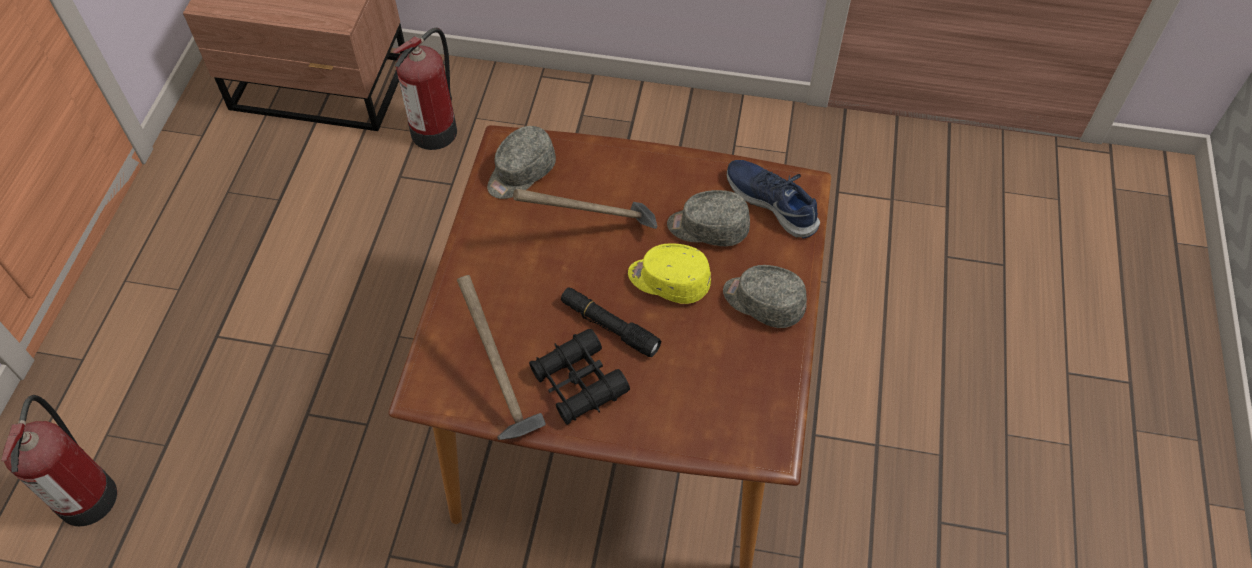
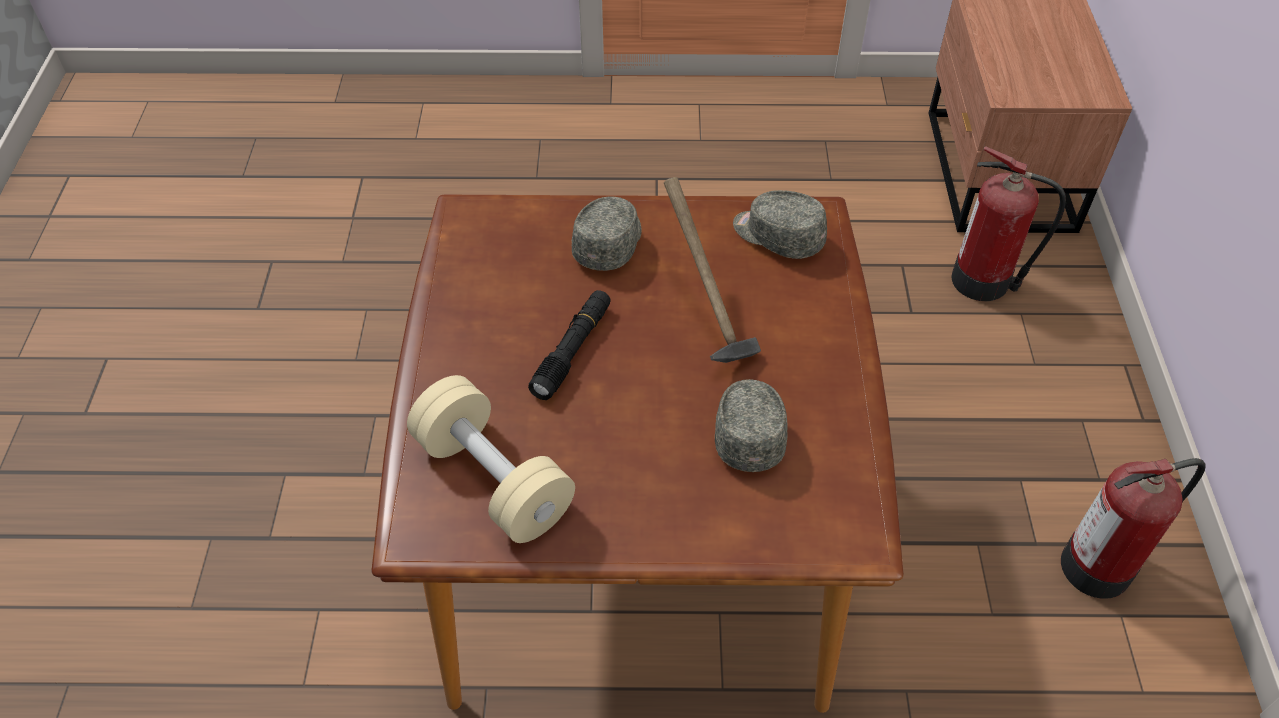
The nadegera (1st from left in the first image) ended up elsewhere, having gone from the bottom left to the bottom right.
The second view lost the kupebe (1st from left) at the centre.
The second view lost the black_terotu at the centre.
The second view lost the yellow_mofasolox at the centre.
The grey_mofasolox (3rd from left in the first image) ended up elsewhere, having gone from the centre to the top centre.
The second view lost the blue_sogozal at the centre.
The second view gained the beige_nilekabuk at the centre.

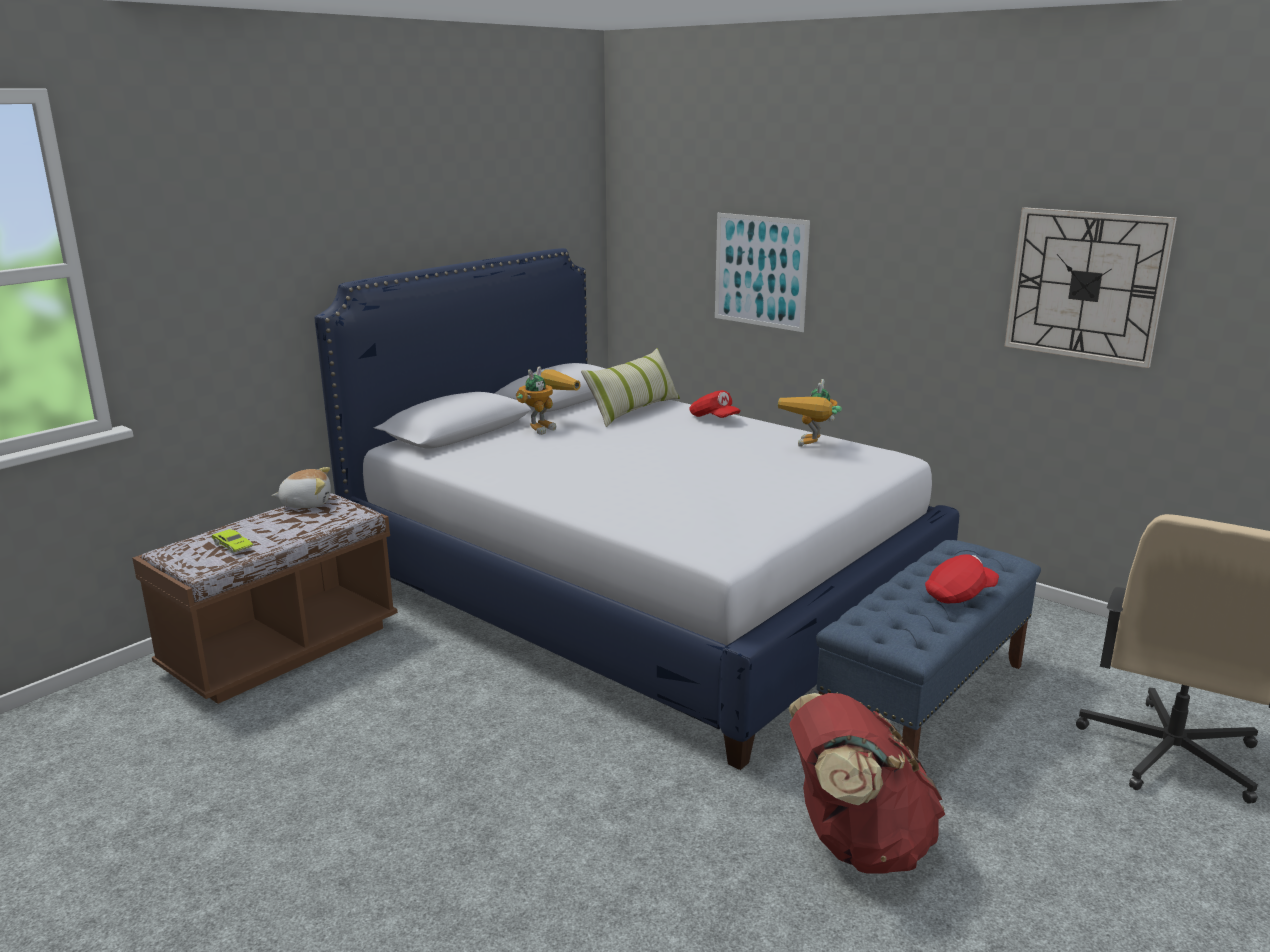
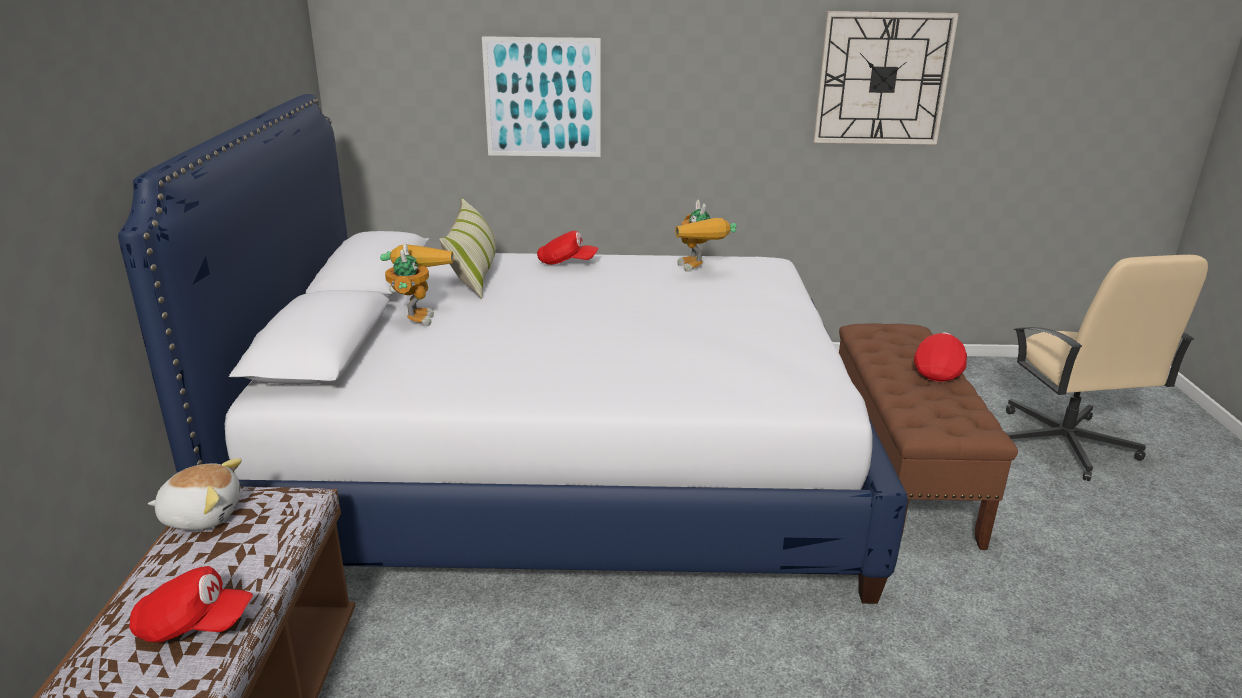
Where the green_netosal stood at the middle left, the red_mofasolox (1st from left) came to stand at the bottom left.
The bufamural at the middle left ended up facing another way, 45 degrees clockwise from before.
The second view lost the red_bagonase at the bottom right.
What was the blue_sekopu at the bottom right turned into the brown_sekopu (2nd from left) at the middle right.

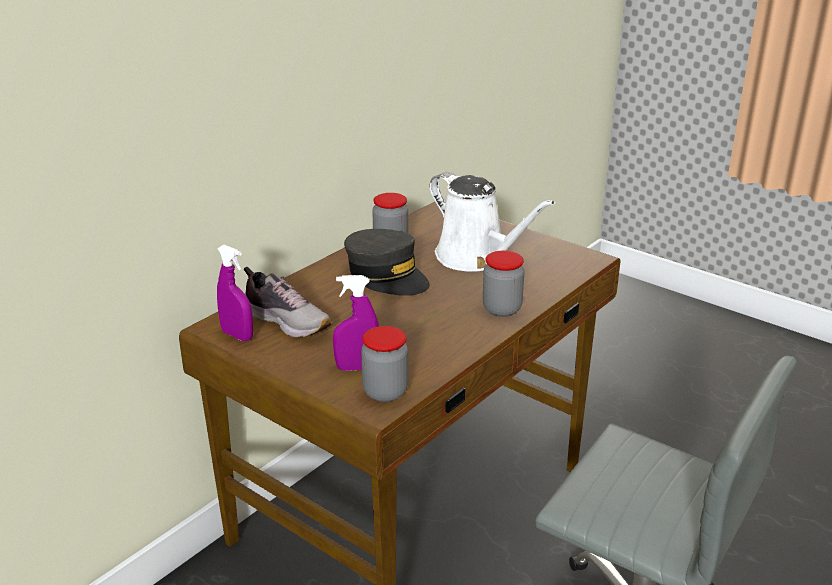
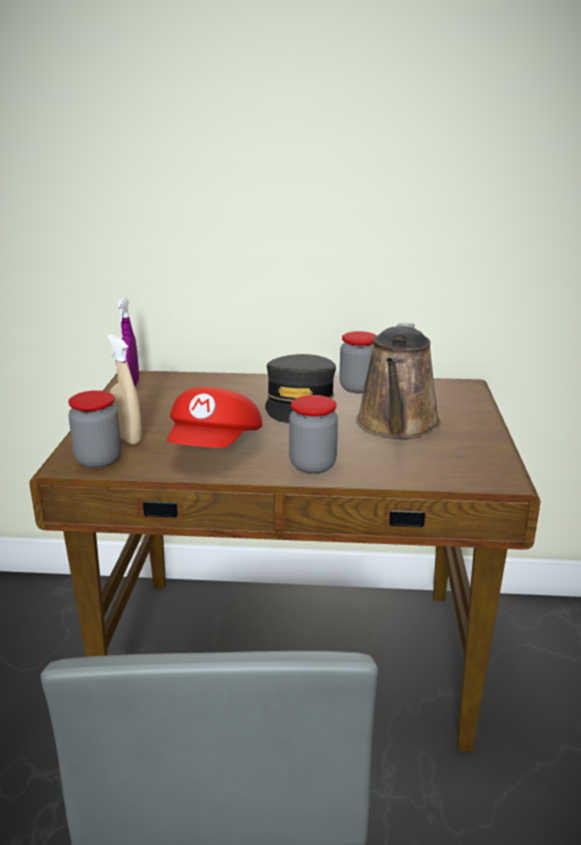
The second view lost the sogozal at the centre.
What was the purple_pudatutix (2nd from left) at the centre turned into the beige_pudatutix at the middle left.
What was the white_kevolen at the centre turned into the brown_kevolen at the middle right.
The second view gained the red_mofasolox at the centre.

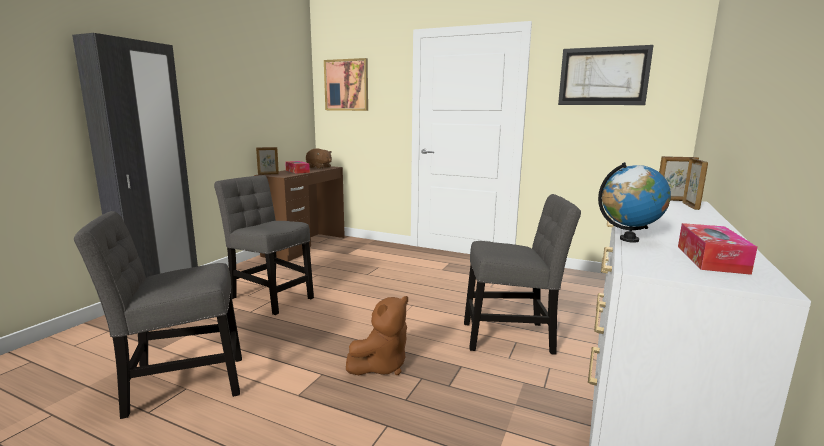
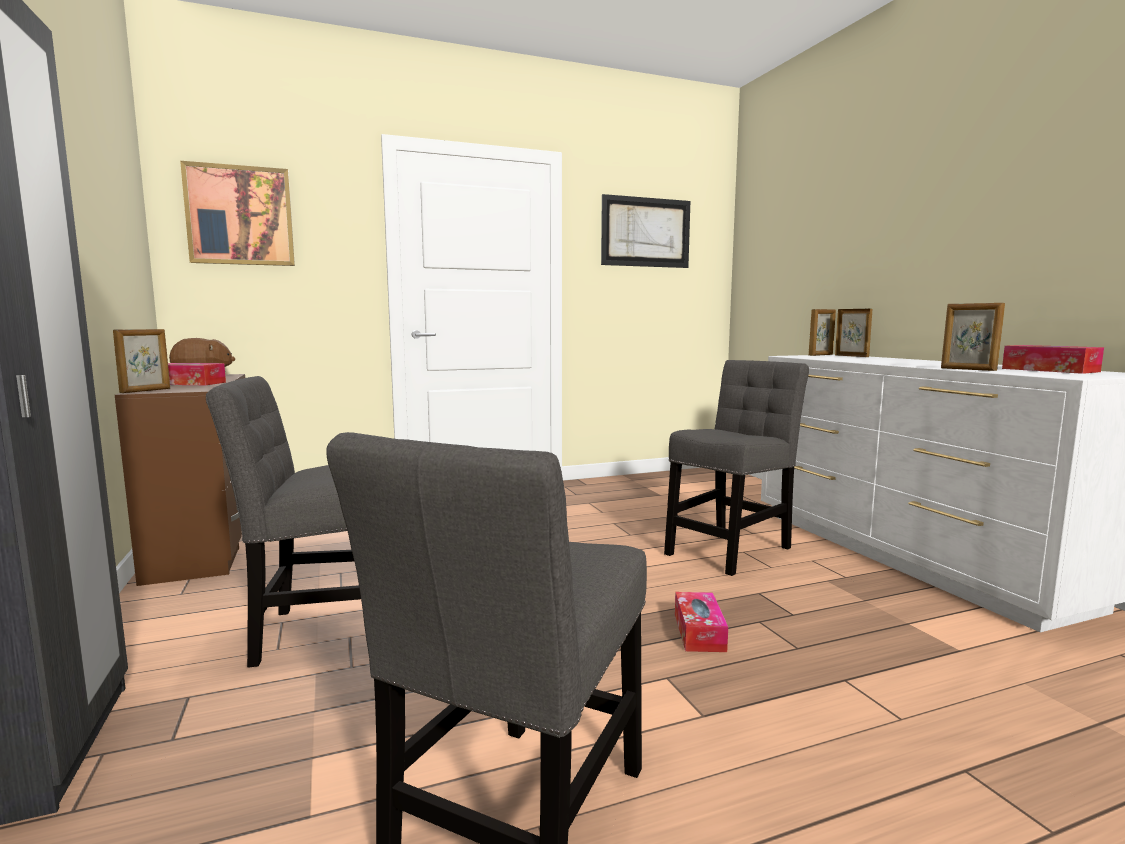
Where the brown_bufamural (2nd from left) stood at the bottom centre, the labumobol (2nd from left) came to stand at the bottom centre.
Where the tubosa stood at the middle right, the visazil (4th from left) came to stand at the middle right.

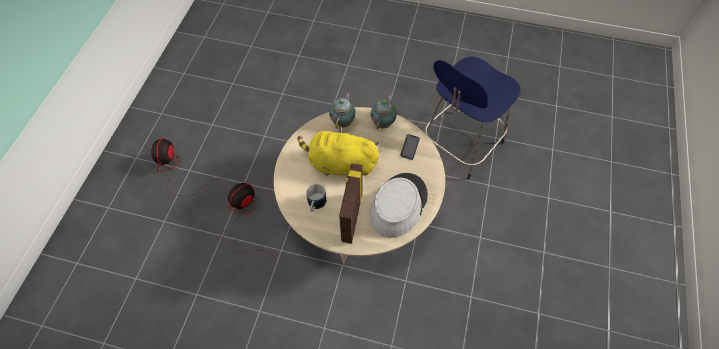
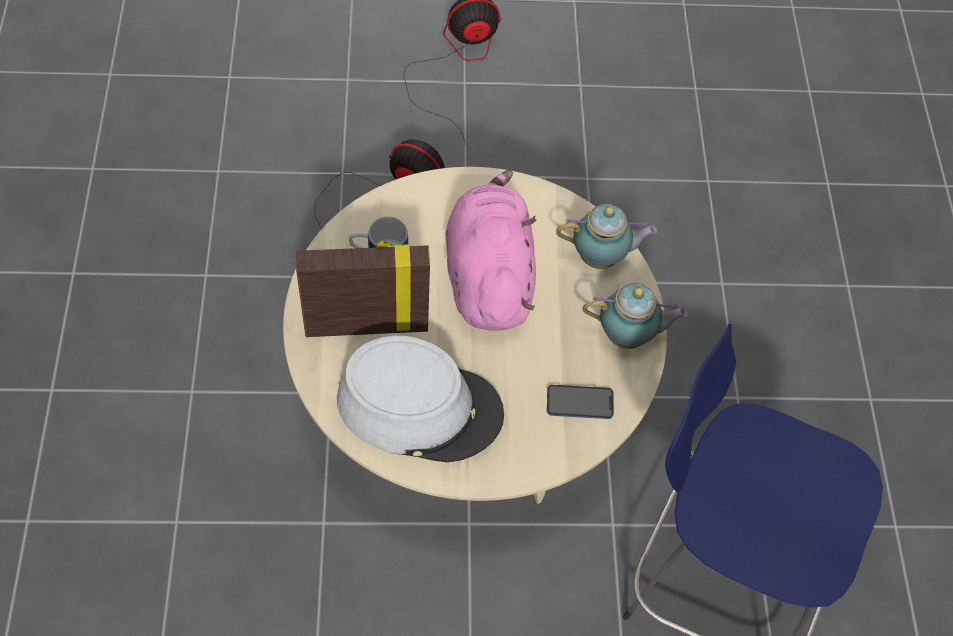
What was the yellow_bufamural at the centre turned into the pink_bufamural at the centre.

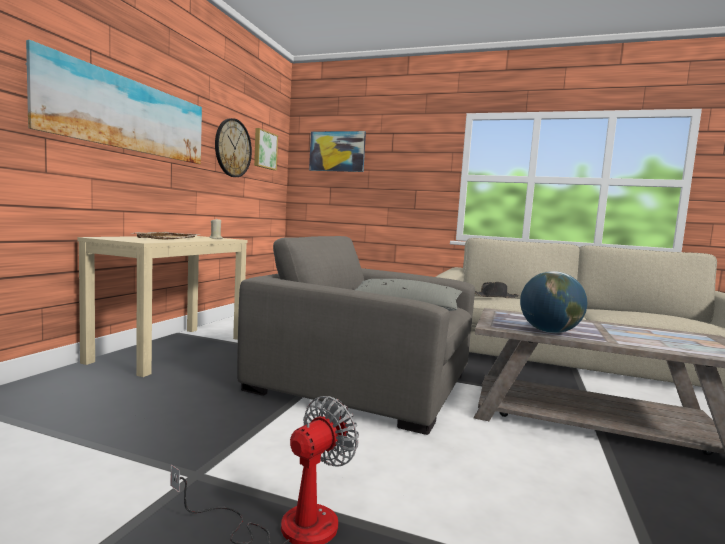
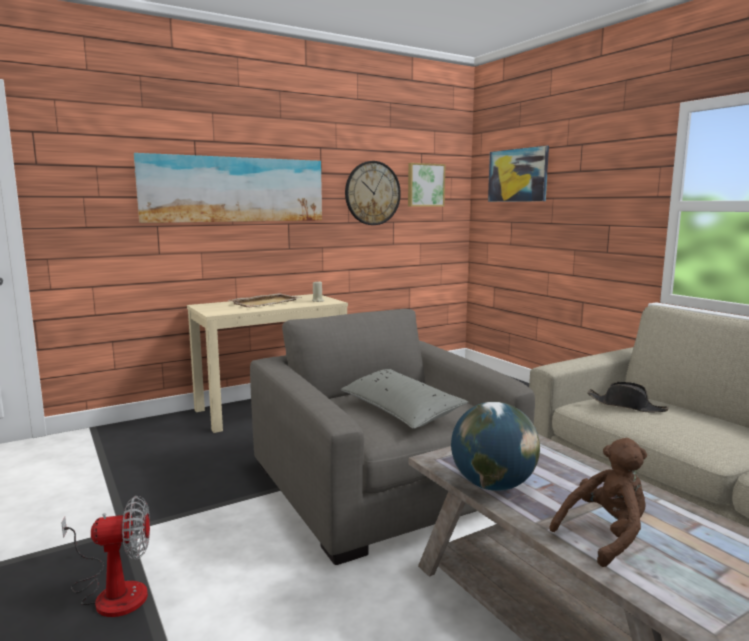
The second view gained the brown_bufamural at the bottom right.

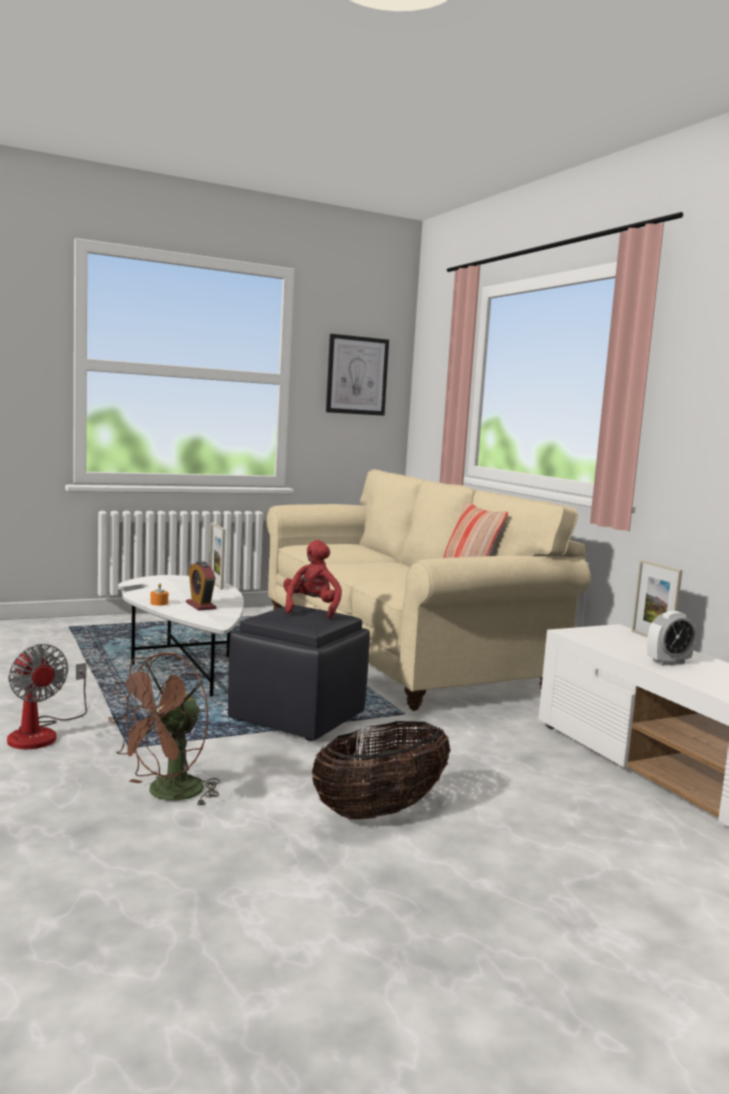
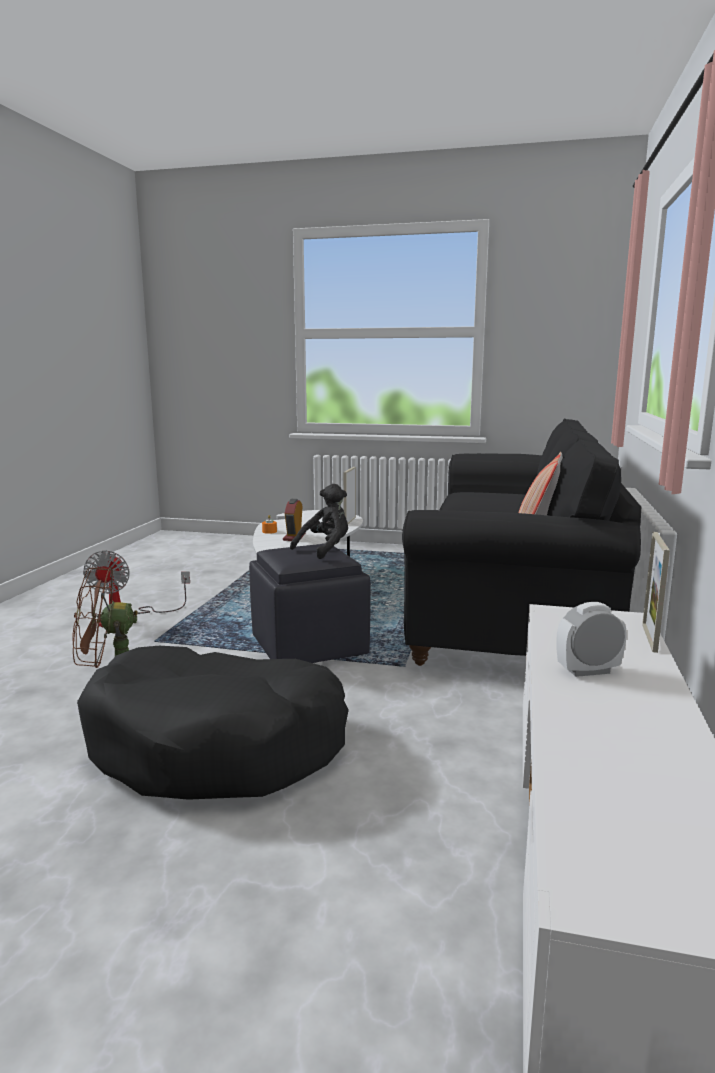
What was the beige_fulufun at the centre turned into the black_fulufun at the middle right.
What was the red_bufamural at the centre turned into the black_bufamural at the centre.
Where the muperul stood at the bottom centre, the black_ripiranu came to stand at the bottom left.
The second view lost the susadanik at the centre.
The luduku (2nd from left) at the middle right ended up facing another way, 150 degrees clockwise from before.

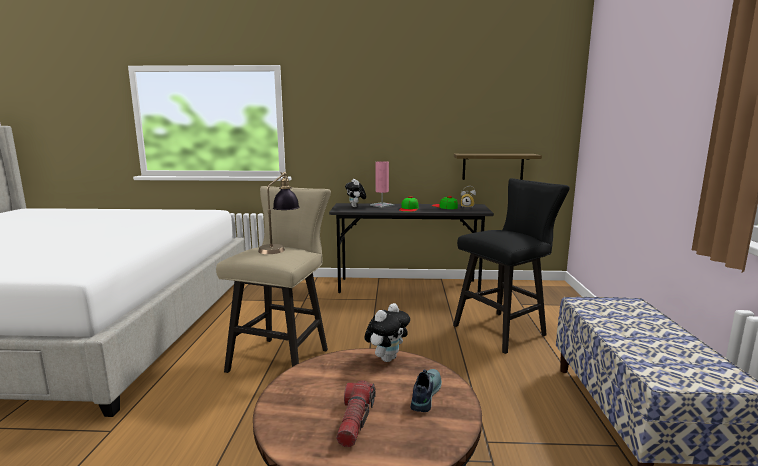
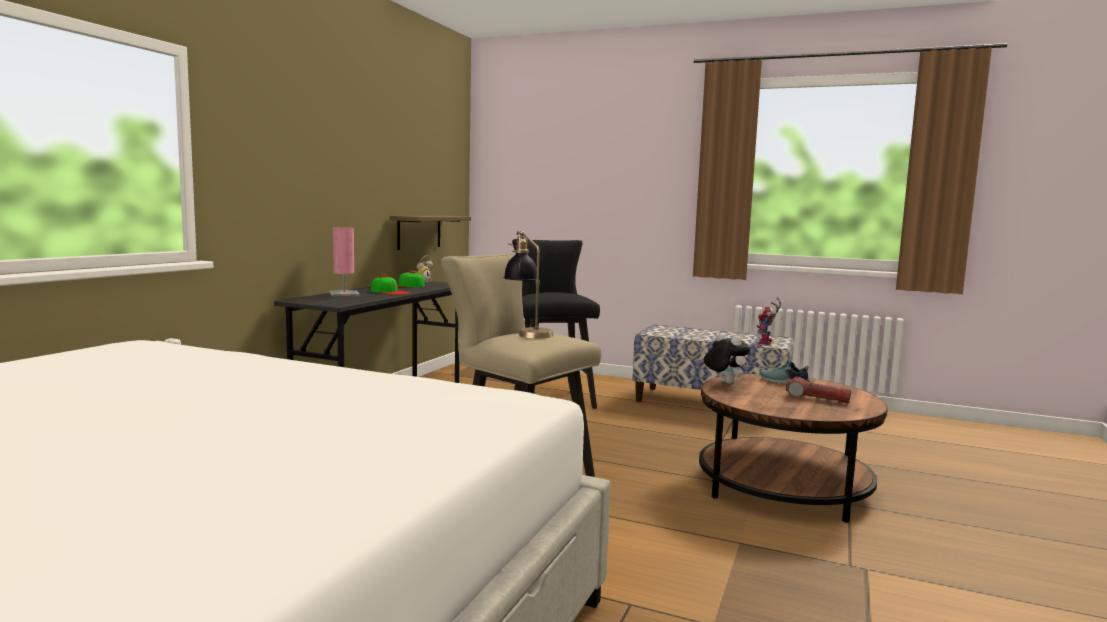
The second view lost the bufamural (1st from left) at the centre.
The second view gained the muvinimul at the middle right.

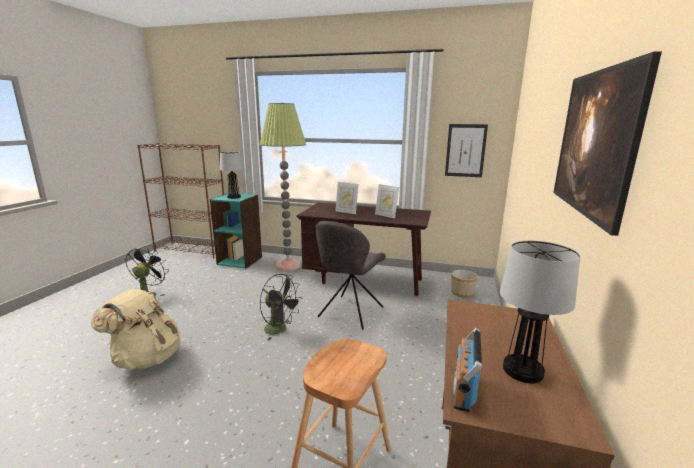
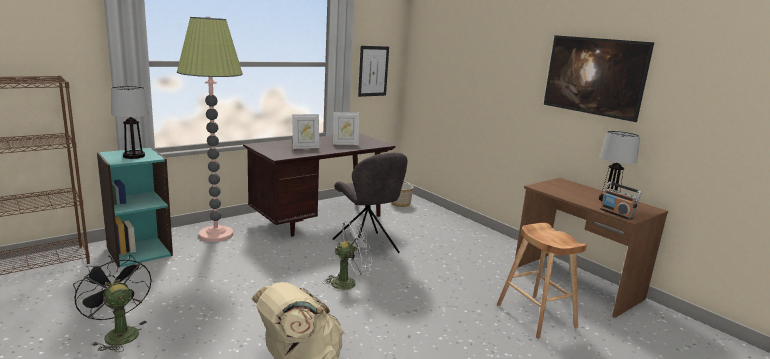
What was the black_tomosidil (2nd from left) at the centre turned into the white_tomosidil at the bottom centre.

